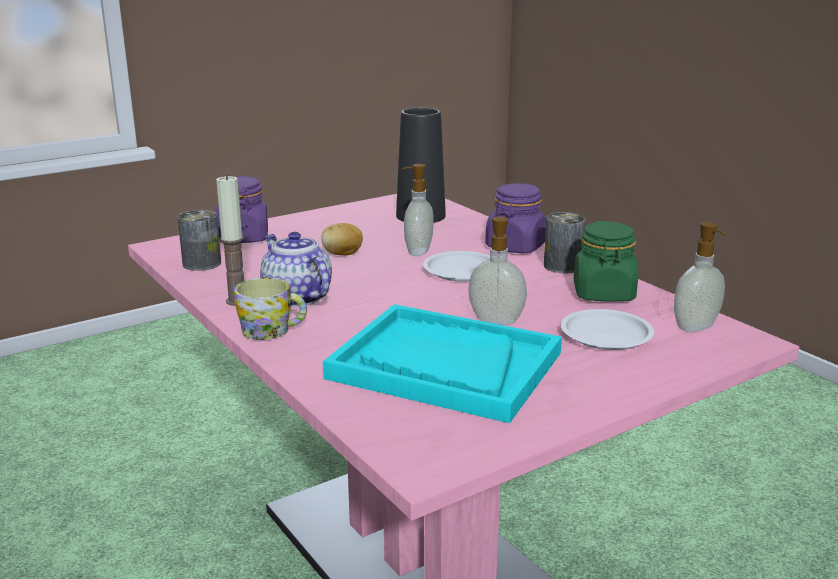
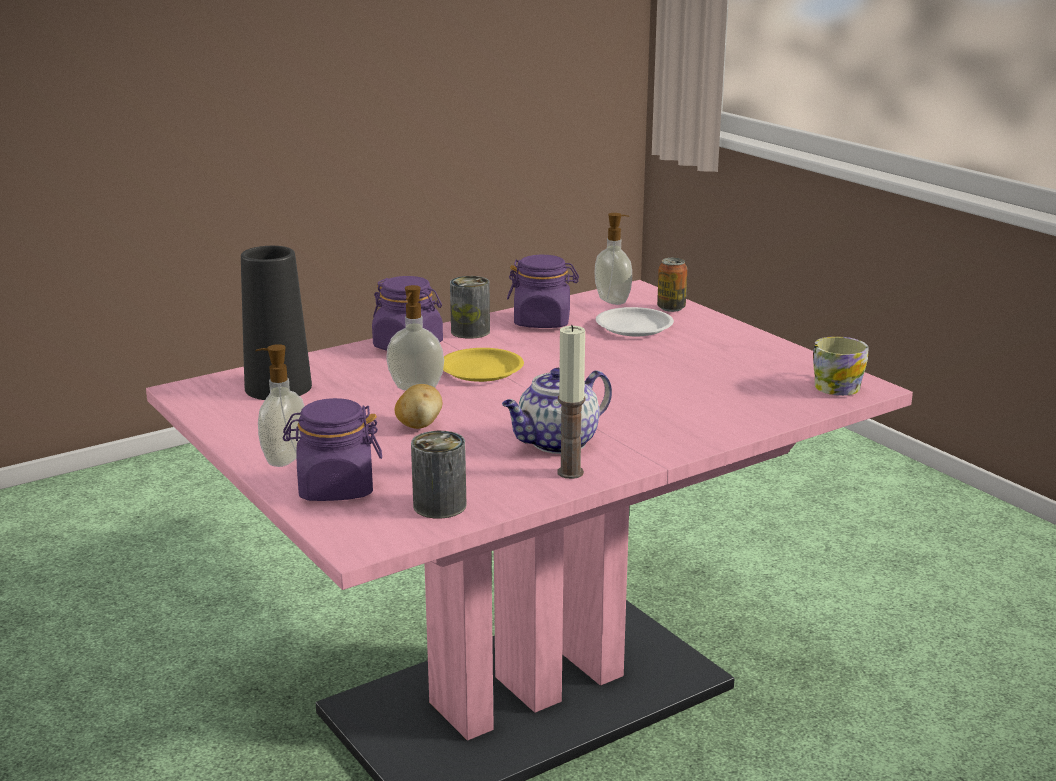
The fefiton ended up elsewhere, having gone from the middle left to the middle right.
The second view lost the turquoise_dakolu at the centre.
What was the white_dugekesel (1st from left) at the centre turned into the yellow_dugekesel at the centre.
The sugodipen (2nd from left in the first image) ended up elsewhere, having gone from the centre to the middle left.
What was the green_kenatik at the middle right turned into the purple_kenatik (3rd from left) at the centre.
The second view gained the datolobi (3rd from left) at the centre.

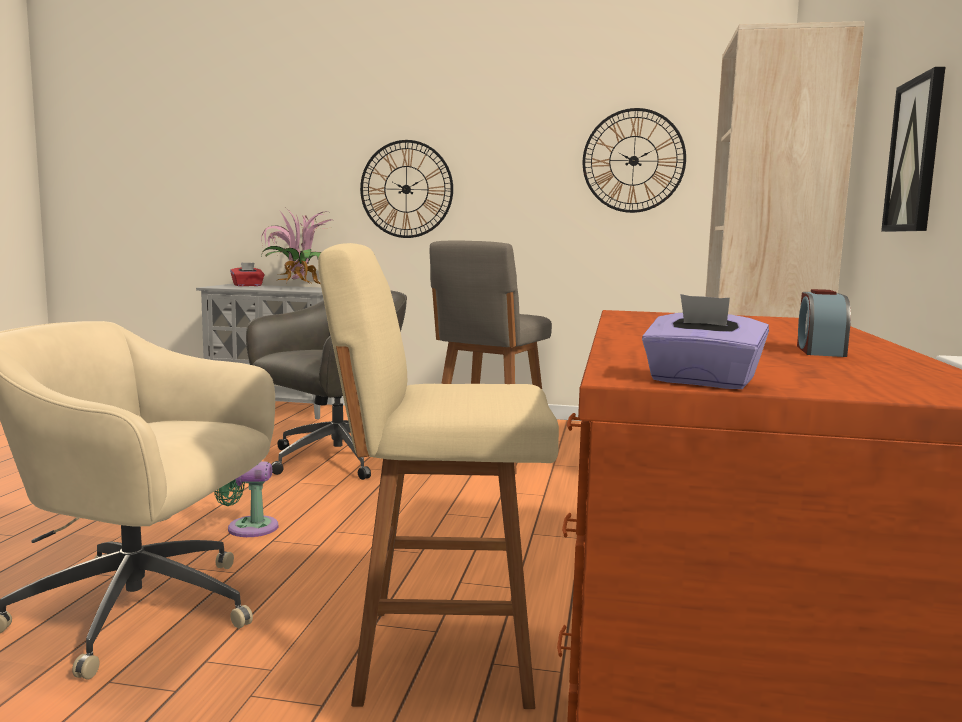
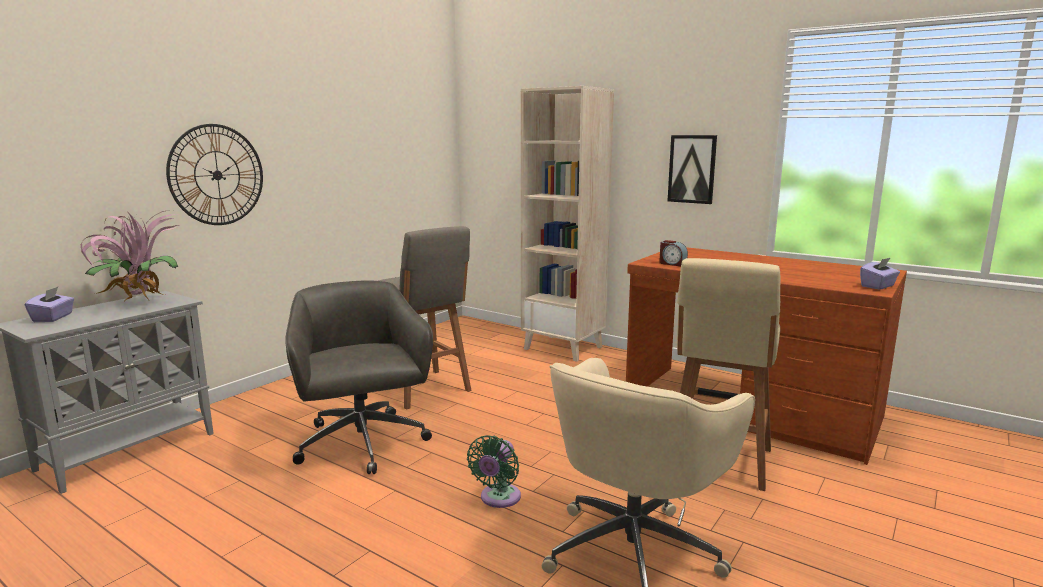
What was the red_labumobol at the middle left turned into the purple_labumobol (1st from left) at the middle left.
The second view lost the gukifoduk (2nd from left) at the top centre.
The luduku ended up elsewhere, having gone from the middle right to the centre.

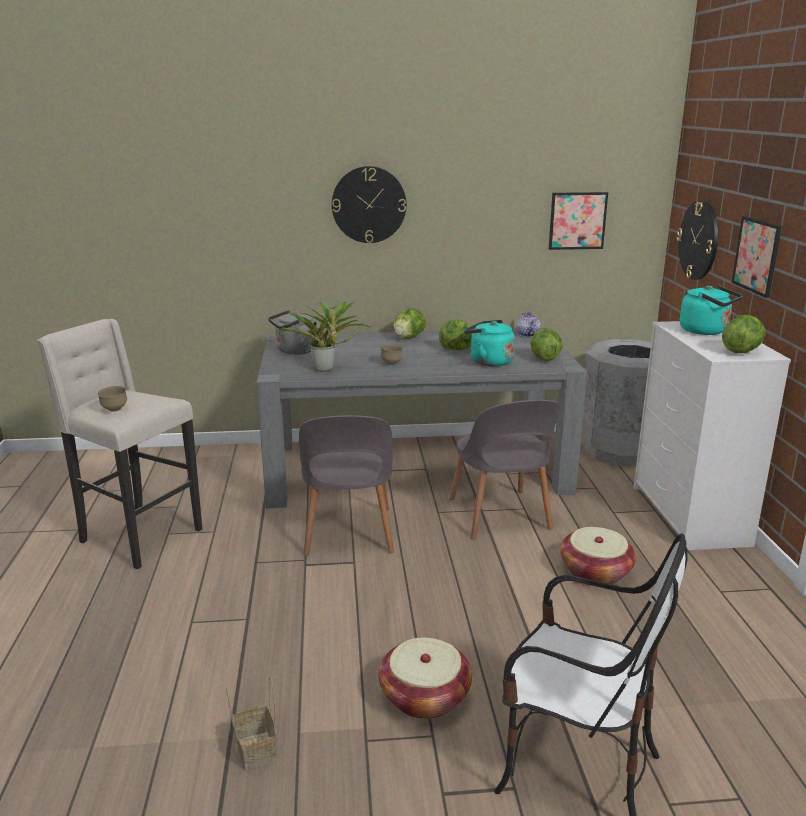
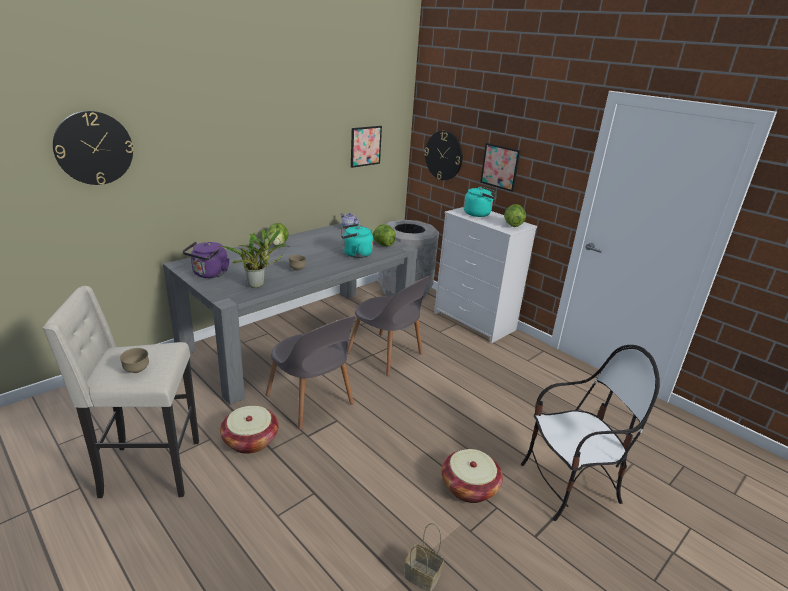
What was the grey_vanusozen at the centre turned into the purple_vanusozen at the middle left.
The gukifoduk (1st from left) ended up elsewhere, having gone from the top centre to the top left.
The second view lost the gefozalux (2nd from left) at the centre.
The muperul (3rd from left in the first image) ended up elsewhere, having gone from the bottom right to the bottom left.

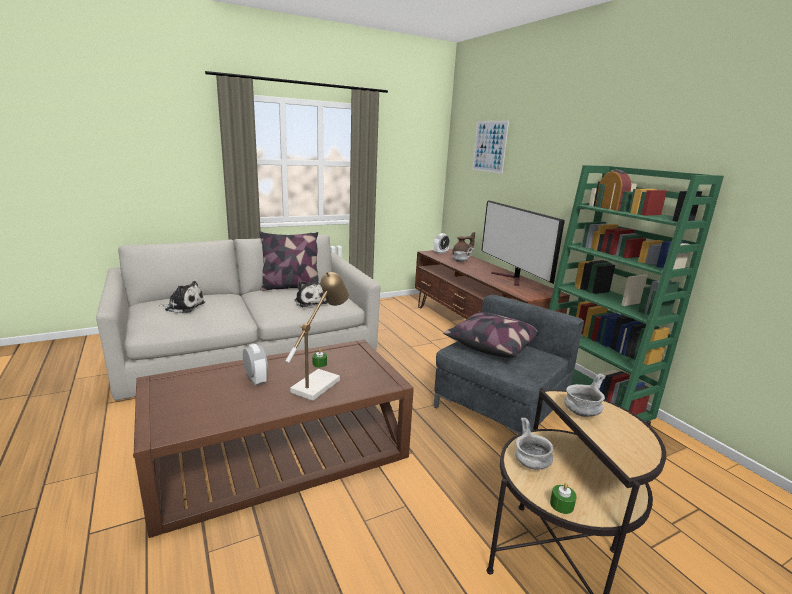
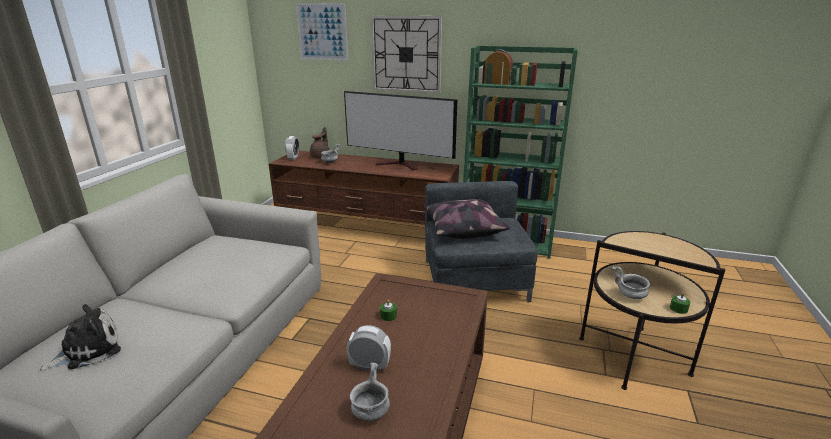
The second view lost the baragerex (1st from left) at the centre.
The second view lost the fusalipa at the centre.
The second view lost the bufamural (2nd from left) at the centre.
The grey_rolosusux (3rd from left in the first image) ended up elsewhere, having gone from the middle right to the bottom centre.
The second view gained the gukifoduk at the top centre.

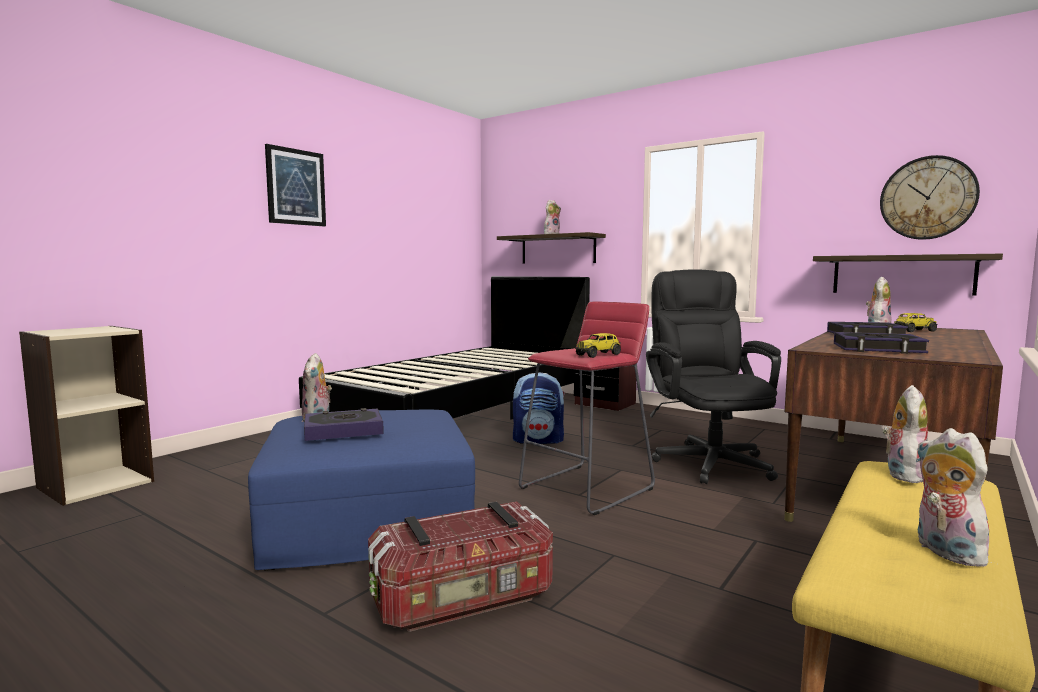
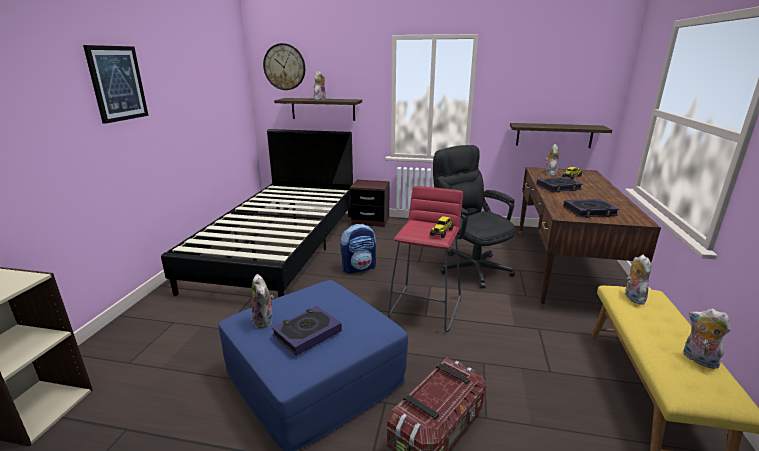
The gukifoduk ended up elsewhere, having gone from the top right to the top centre.

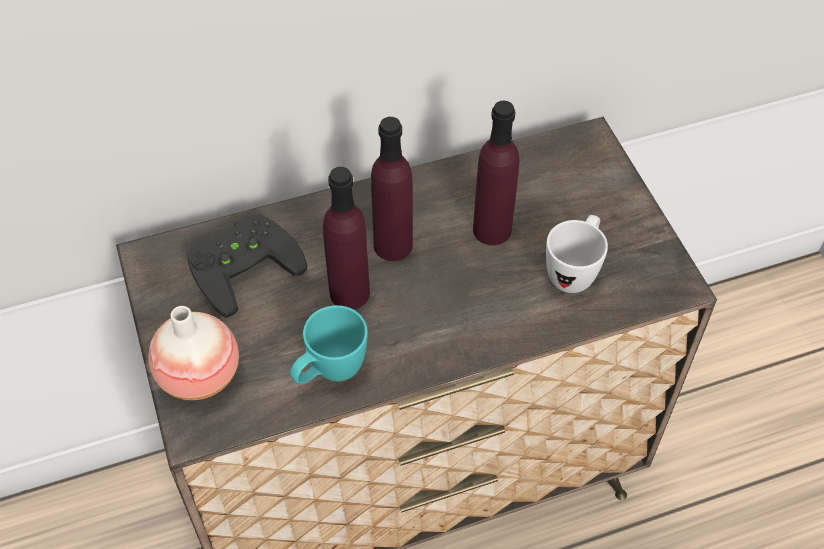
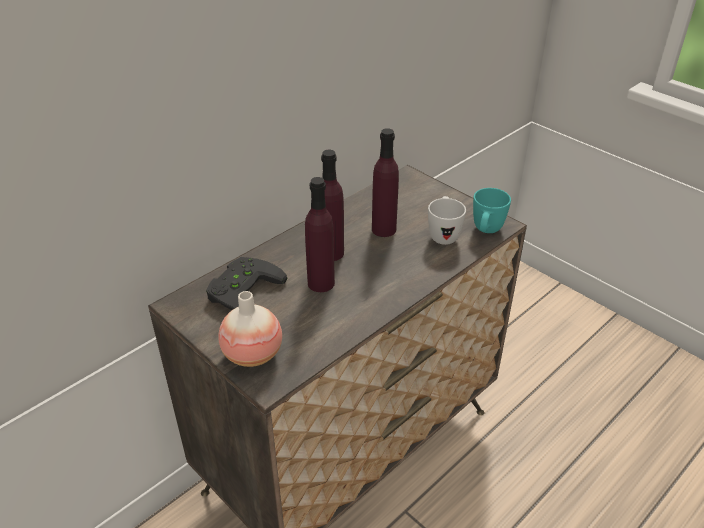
The turquoise_fefiton ended up elsewhere, having gone from the centre to the middle right.

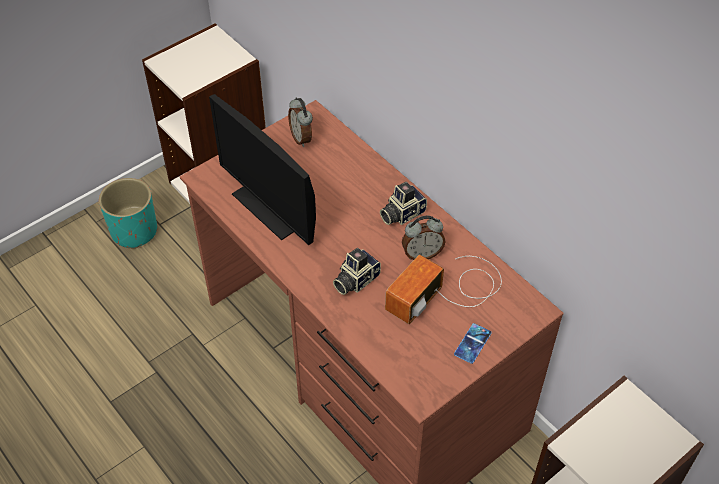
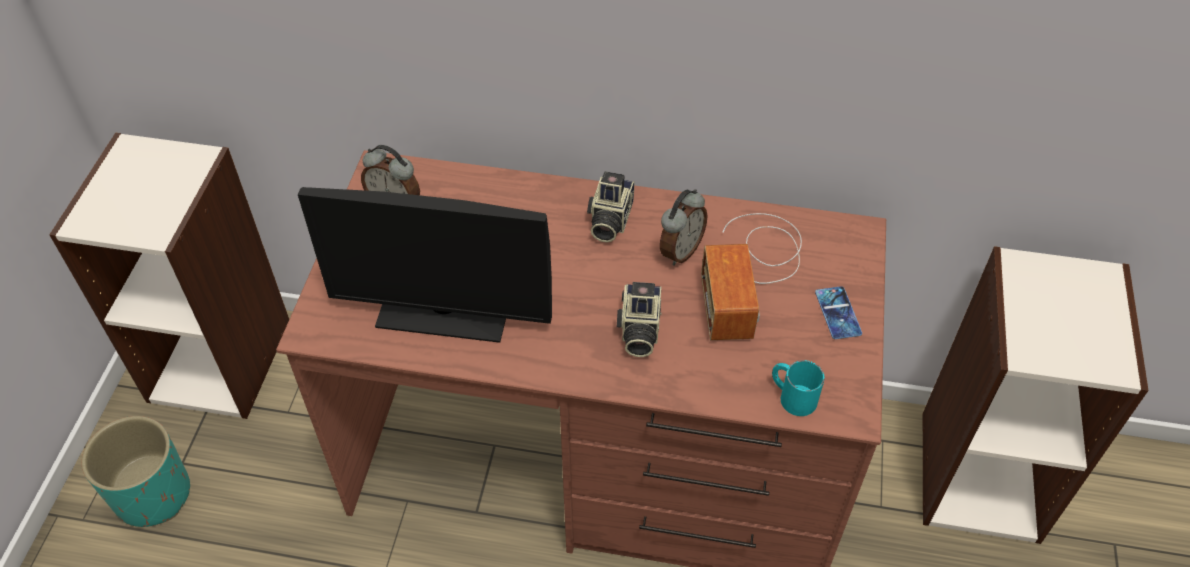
The second view gained the turquoise_fefiton at the bottom right.

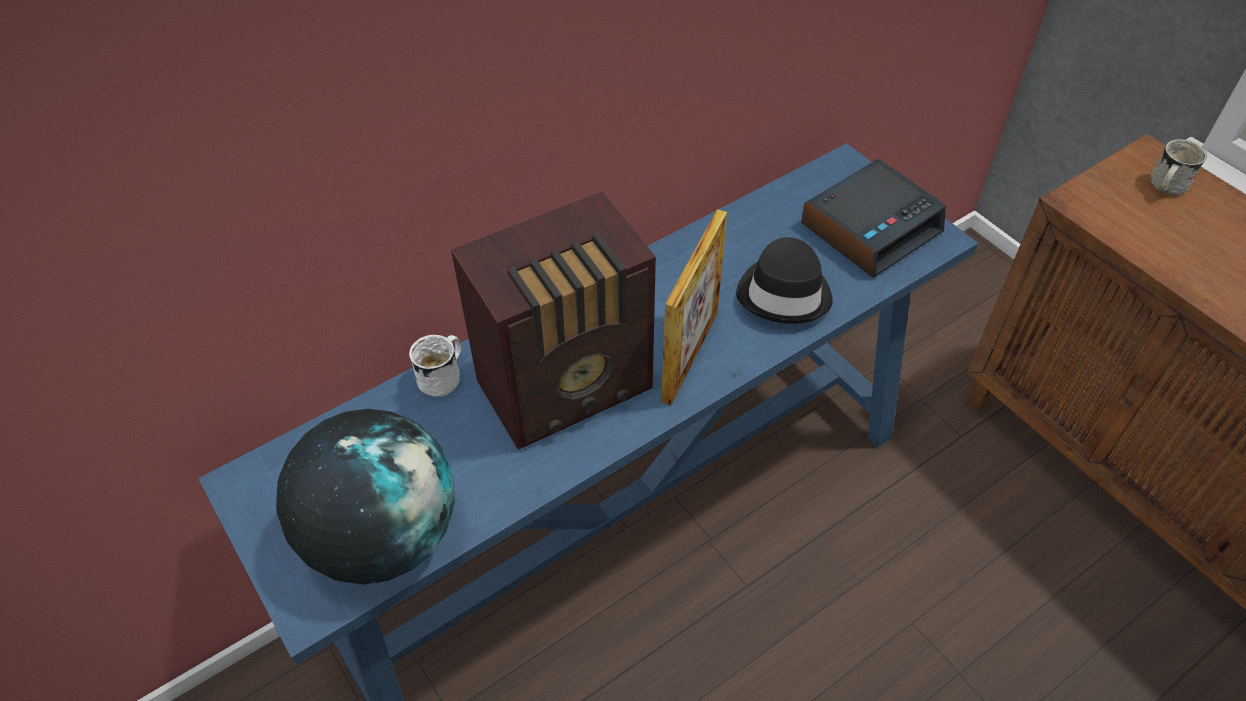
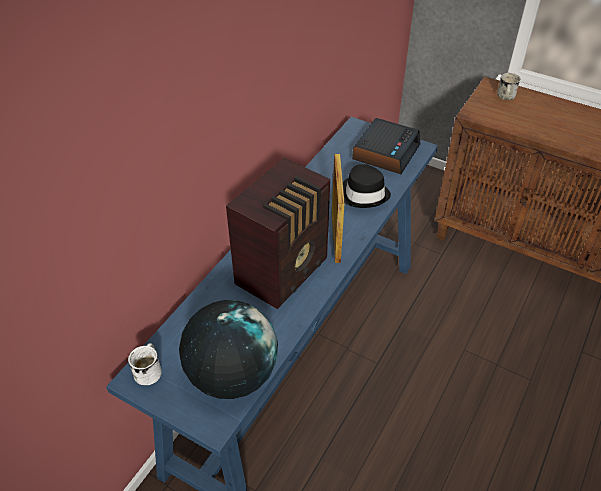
The white_fefiton (1st from left) ended up elsewhere, having gone from the centre to the bottom left.

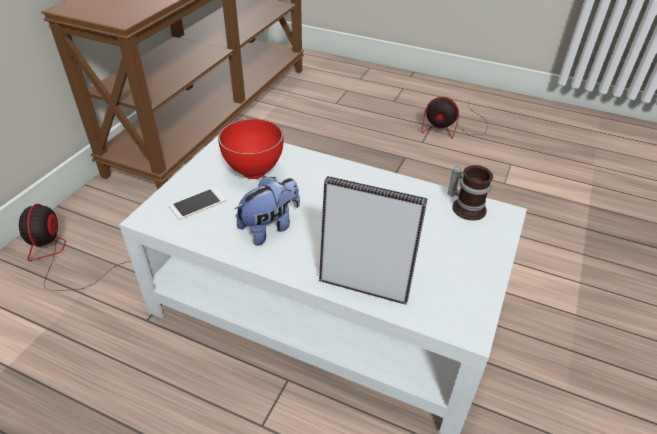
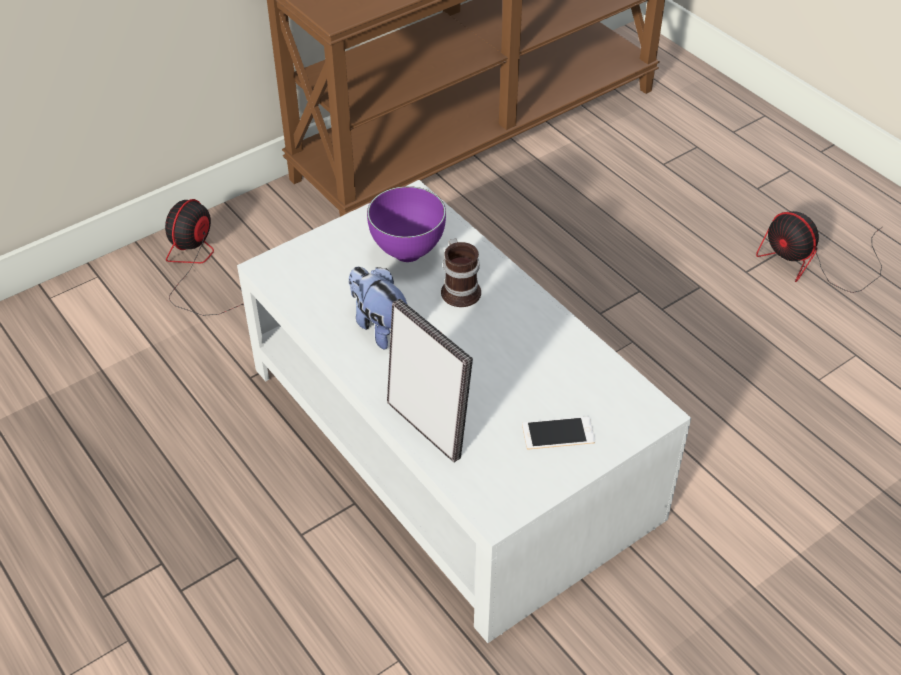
The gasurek ended up elsewhere, having gone from the middle left to the centre.
What was the red_rolosusux at the centre turned into the purple_rolosusux at the top centre.
The bufamural at the centre ended up facing another way, 120 degrees counterclockwise from before.
The fefiton ended up elsewhere, having gone from the middle right to the centre.

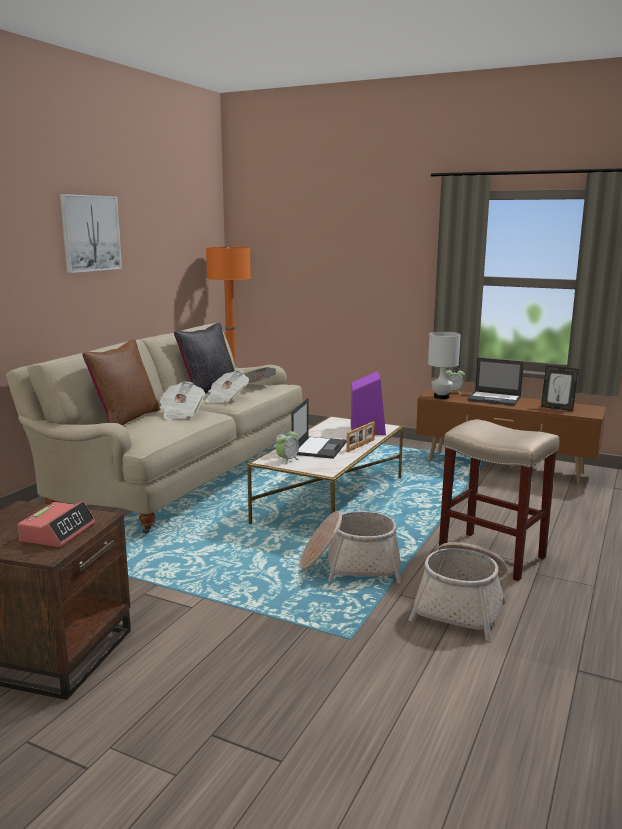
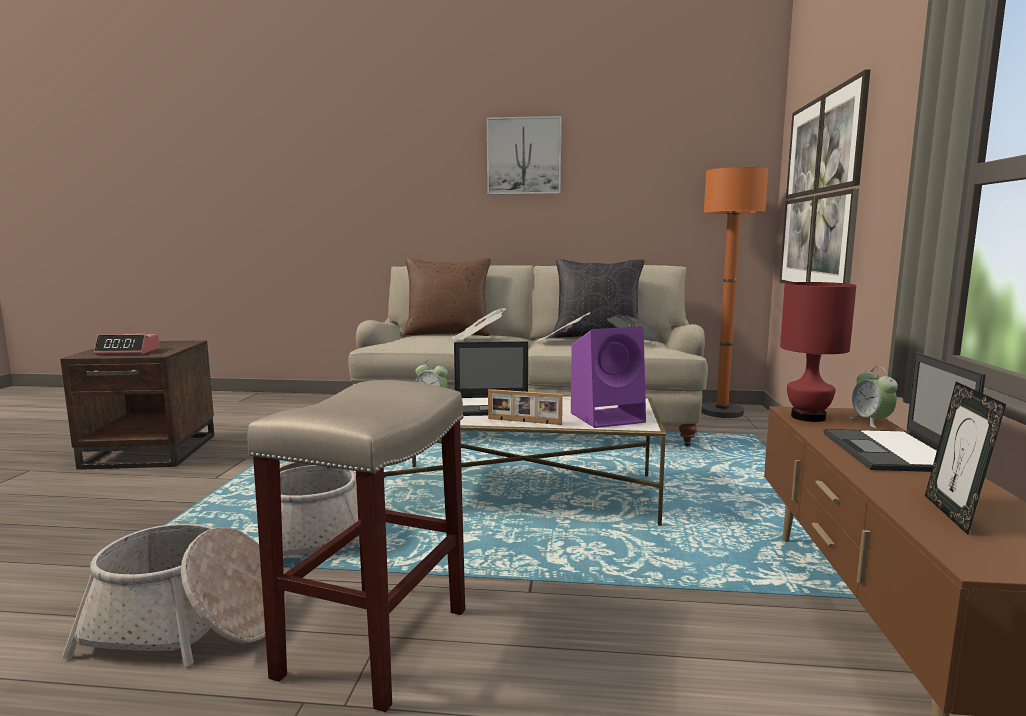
What was the white_fusalipa at the middle right turned into the red_fusalipa at the middle right.
The second view gained the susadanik (2nd from left) at the top right.

